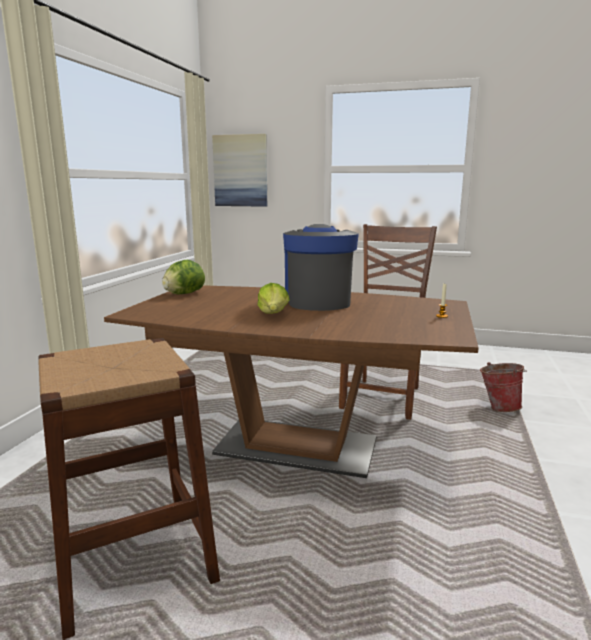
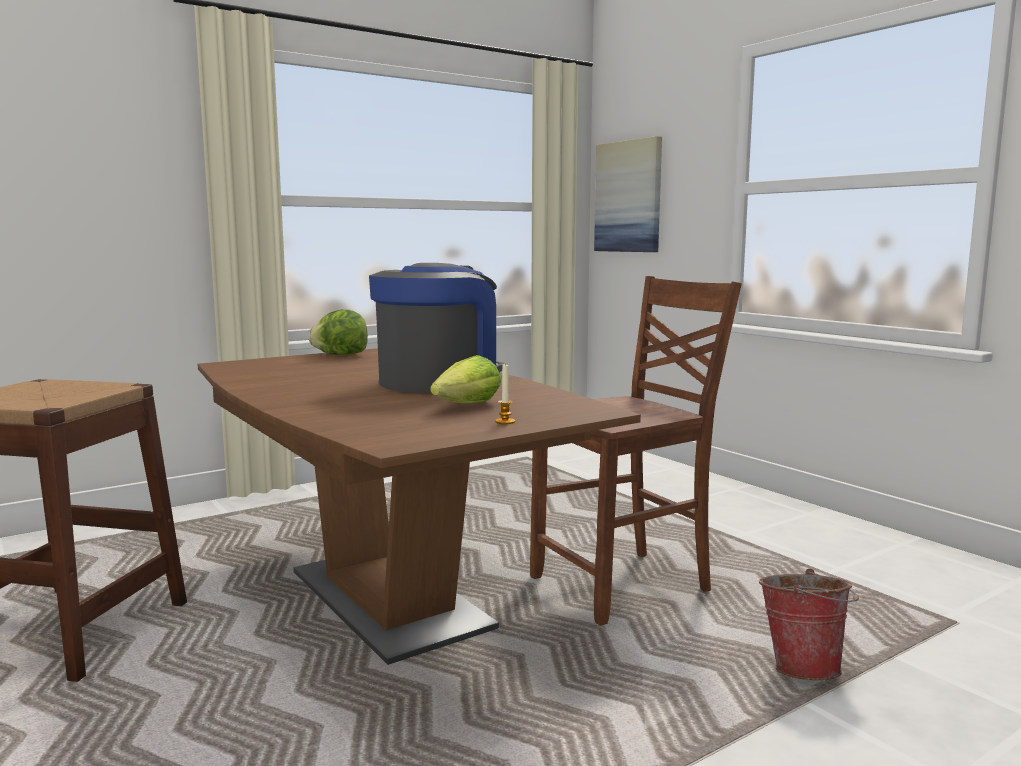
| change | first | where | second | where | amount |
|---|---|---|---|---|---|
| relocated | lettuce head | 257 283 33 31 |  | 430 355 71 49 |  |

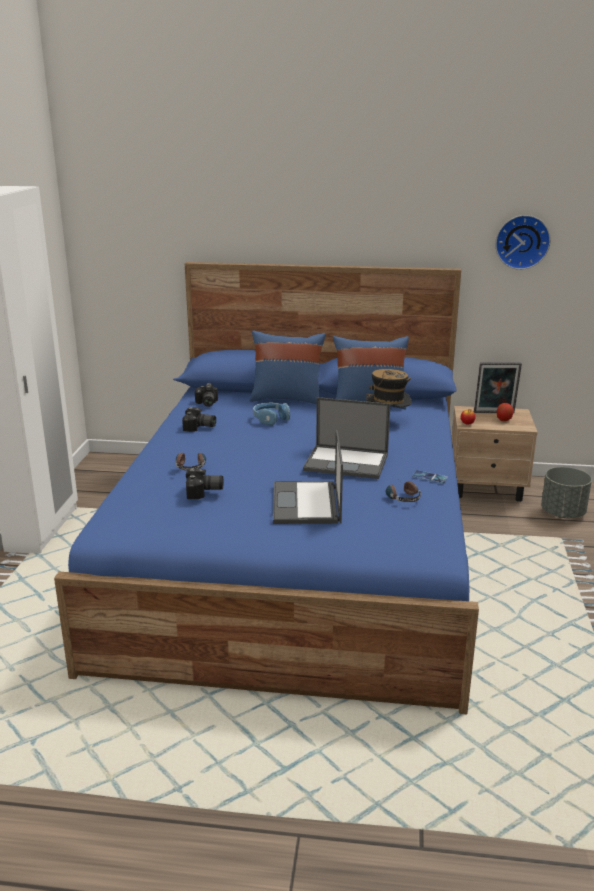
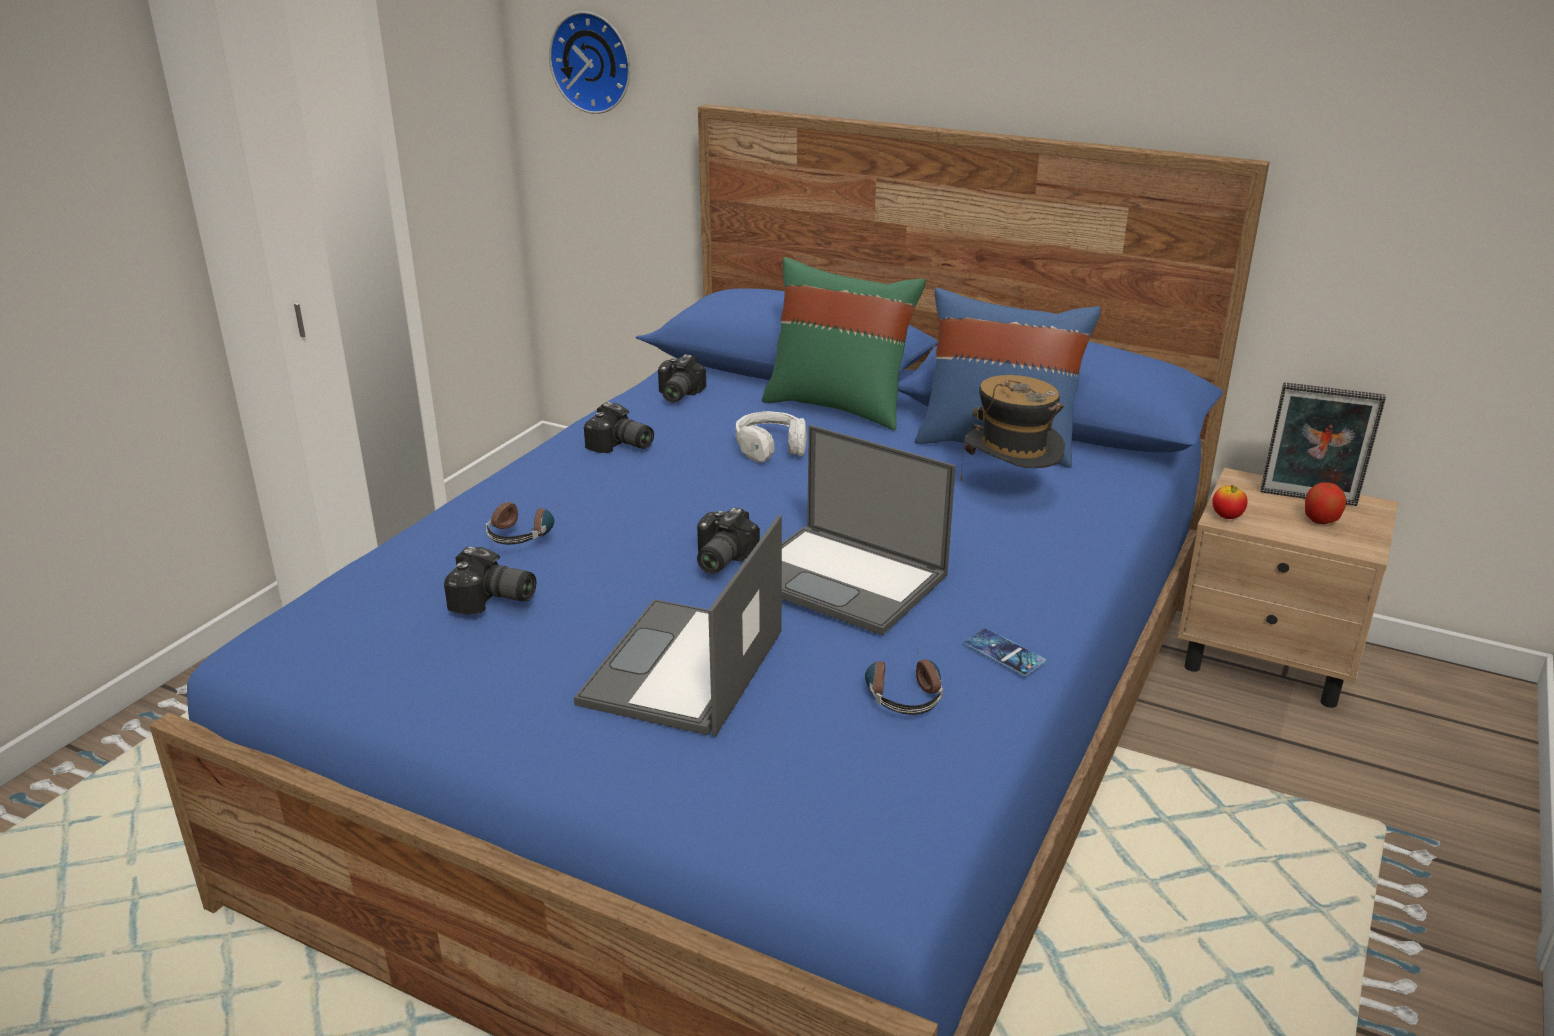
| change | first | where | second | where | amount |
|---|---|---|---|---|---|
| relocated | hanging clock | 495 215 56 55 |  | 549 11 81 103 |  |
| colour | cushion (blue-coloured) | 249 330 76 74 | cushion (green-coloured) | 762 257 164 173 |  |
| colour | headphones (blue-coloured) | 253 403 37 22 | headphones (white-coloured) | 736 411 71 52 |  |
| missing | flower pot (greyish) | 541 467 51 51 |  |  |  |
| appeared |  |  | photo camera | 697 507 63 67 |  |

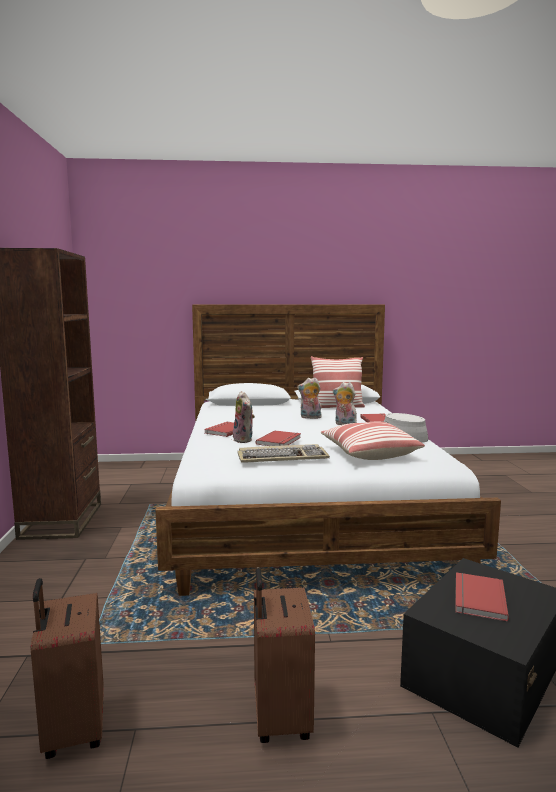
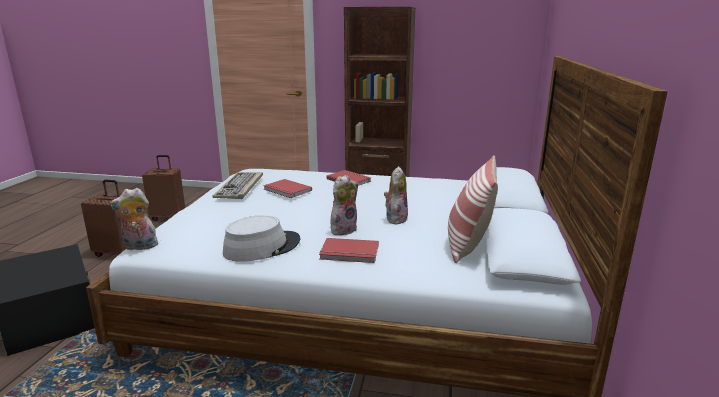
| change | first | where | second | where | amount |
|---|---|---|---|---|---|
| relocated | cuddly toy | 233 391 22 52 |  | 110 188 48 62 |  |
| missing | cushion | 321 421 104 39 |  |  |  |
| missing | bound book (red) | 455 572 54 50 |  |  |  |

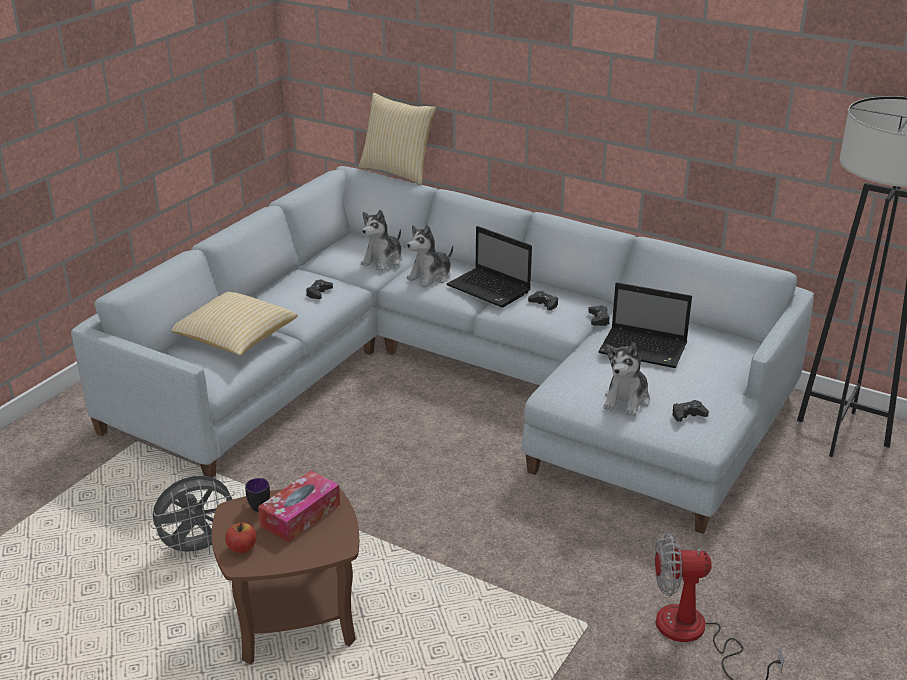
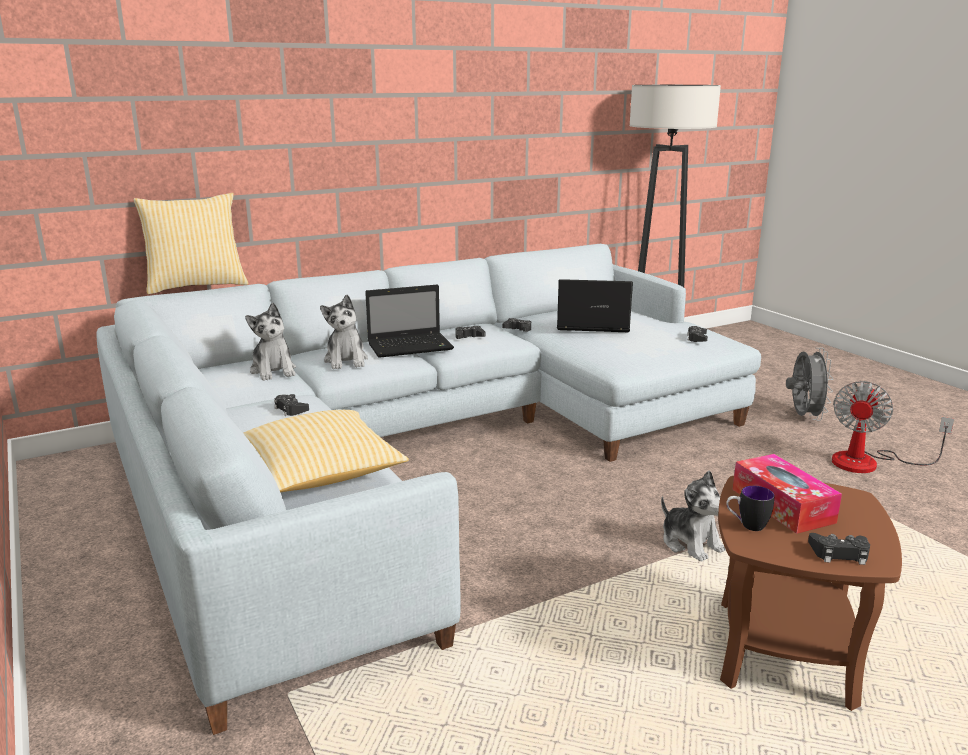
| change | first | where | second | where | amount |
|---|---|---|---|---|---|
| spun | portable computer | 598 282 94 86 |  | 557 279 76 53 | 135 degrees counterclockwise |
| relocated | cuddly toy | 603 342 47 74 |  | 661 470 65 91 |  |
| relocated | cooling fan (greyish) | 151 476 84 82 |  | 786 348 47 73 |  |
| exchanged | apple fruit | 225 523 31 30 | game controller (blackish) | 808 533 62 32 |  |

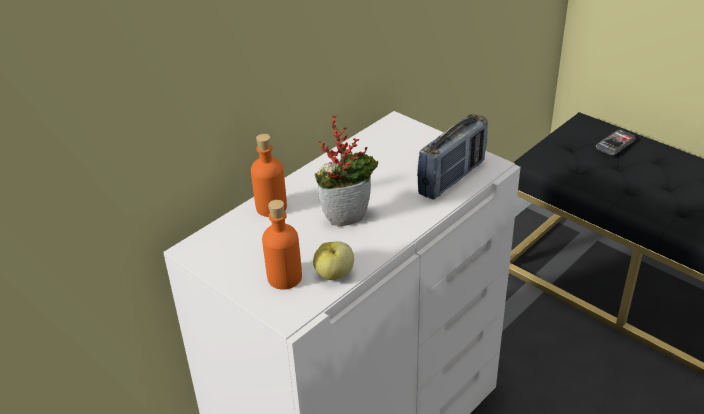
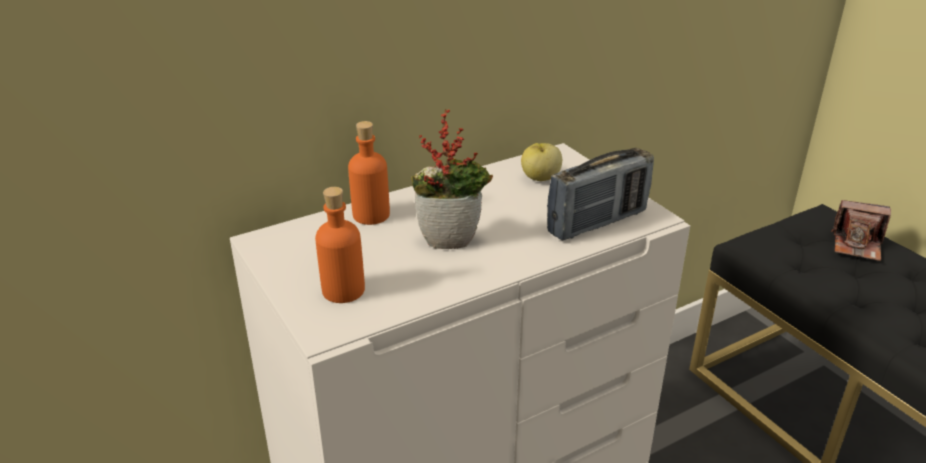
| change | first | where | second | where | amount |
|---|---|---|---|---|---|
| exchanged | handset | 596 130 40 25 | photo camera | 831 200 60 61 |  |
| relocated | apple fruit | 313 241 41 39 |  | 521 143 41 38 |  |

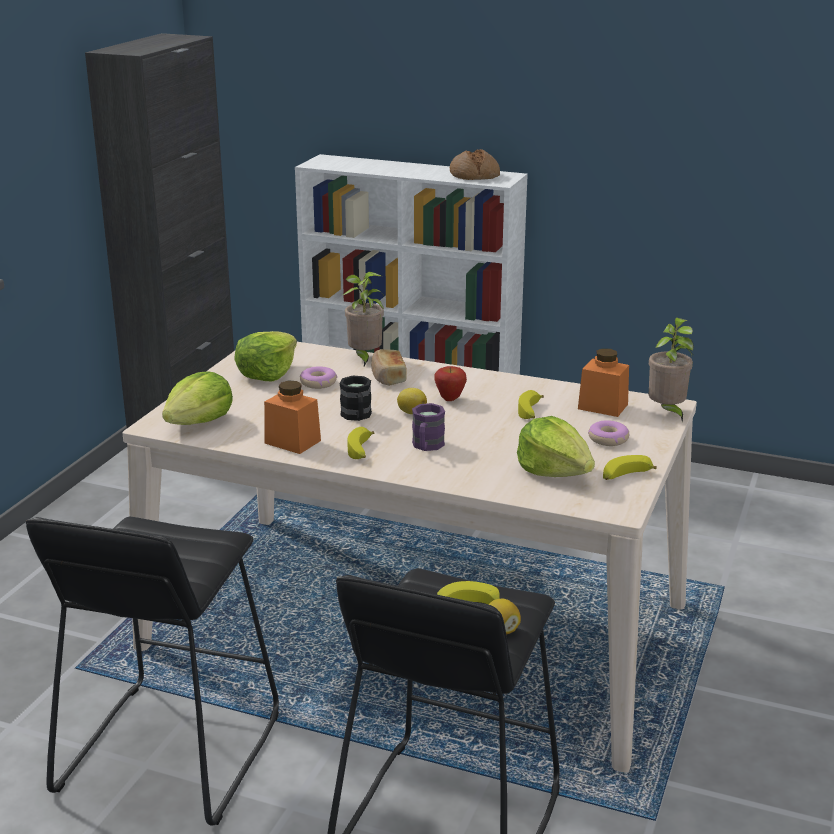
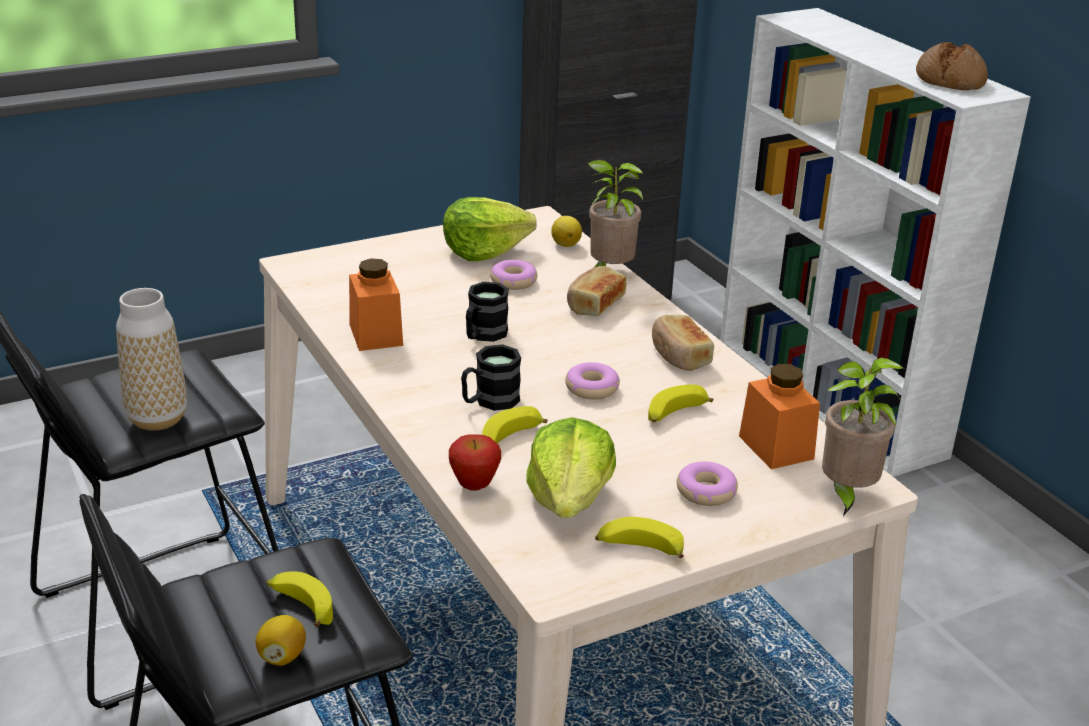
| change | first | where | second | where | amount |
|---|---|---|---|---|---|
| relocated | apple fruit | 434 366 33 35 |  | 449 434 52 57 |  |
| missing | lettuce head | 162 371 71 54 |  |  |  |
| relocated | citrus fruit | 397 388 30 26 |  | 551 216 31 31 |  |
| colour | tea mug (purple) | 412 403 33 48 | tea mug (blackish) | 461 344 60 67 |  |
| relocated | banana | 347 427 27 32 |  | 482 406 66 38 |  |
| appeared |  |  | vase | 116 288 71 143 |  |
| appeared |  |  | bakery bread | 652 315 62 56 |  |
| appeared |  |  | doughnut | 565 362 55 37 |  |

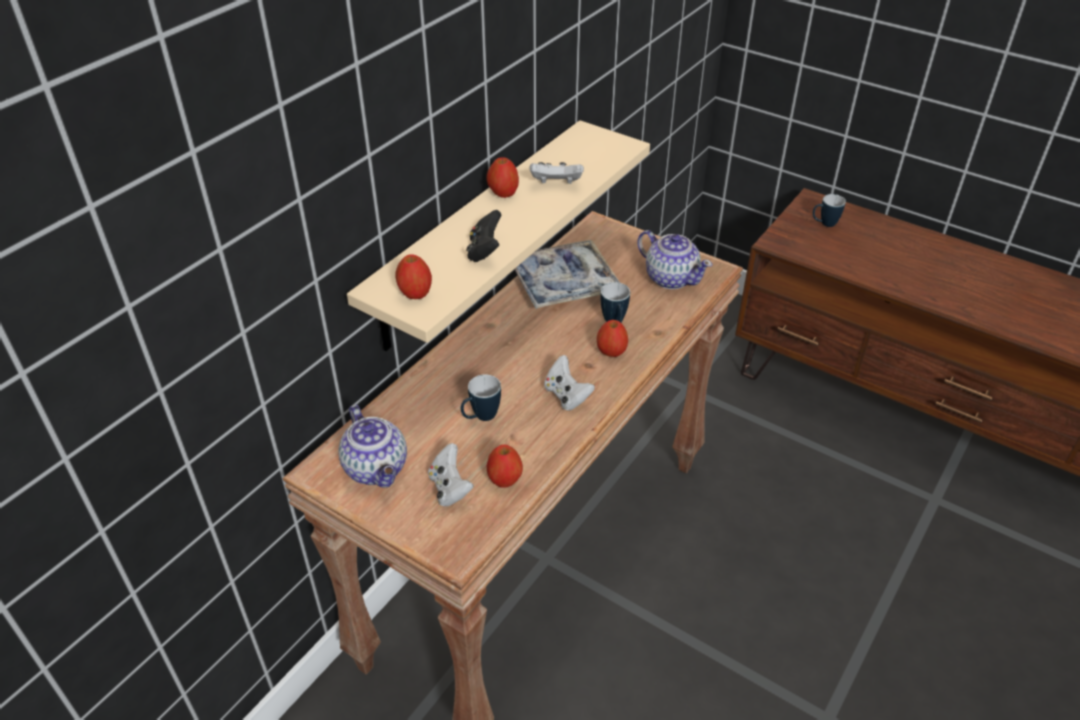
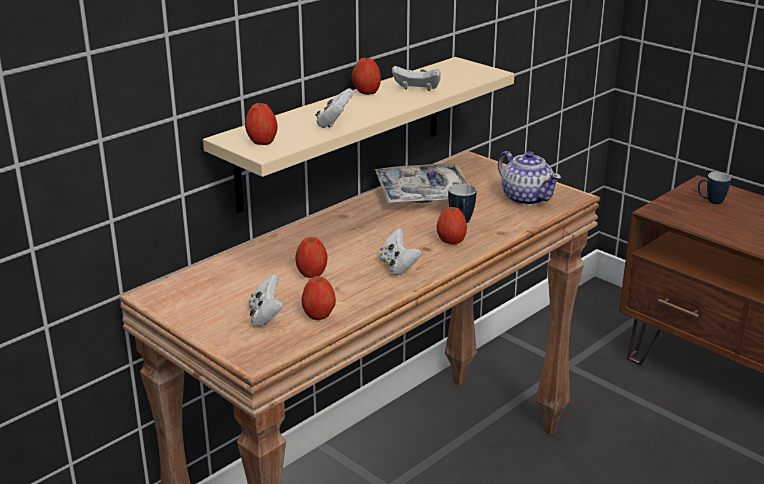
| change | first | where | second | where | amount |
|---|---|---|---|---|---|
| colour | game controller (blackish) | 466 210 36 52 | game controller (white-coloured) | 315 88 39 40 |  |
| exchanged | tea mug | 461 374 40 47 | apple fruit | 295 237 33 41 |  |
| missing | tea pot | 338 404 69 84 |  |  |  |

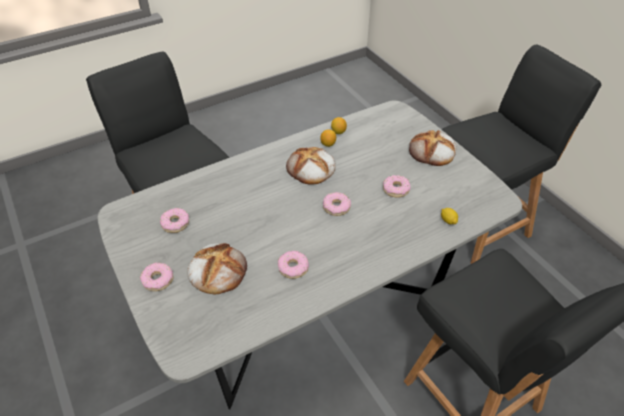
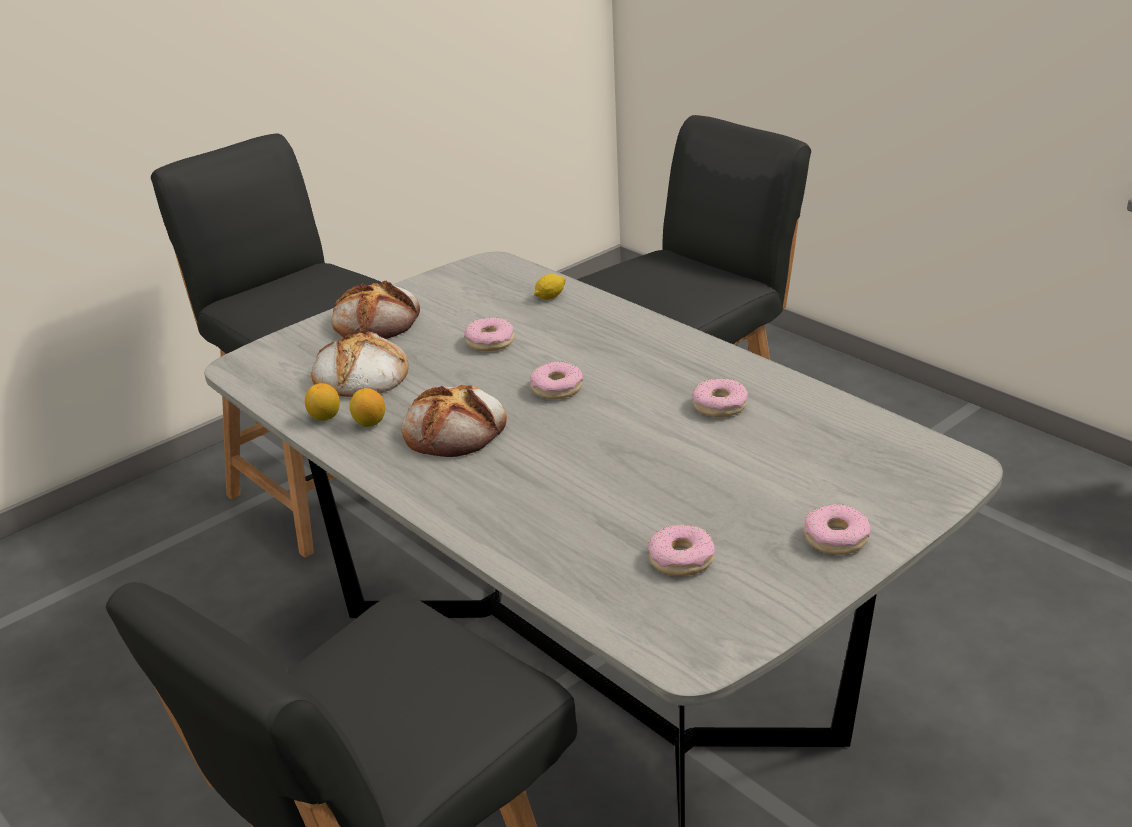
| change | first | where | second | where | amount |
|---|---|---|---|---|---|
| relocated | bakery bread | 187 243 60 52 |  | 311 332 98 65 |  |

